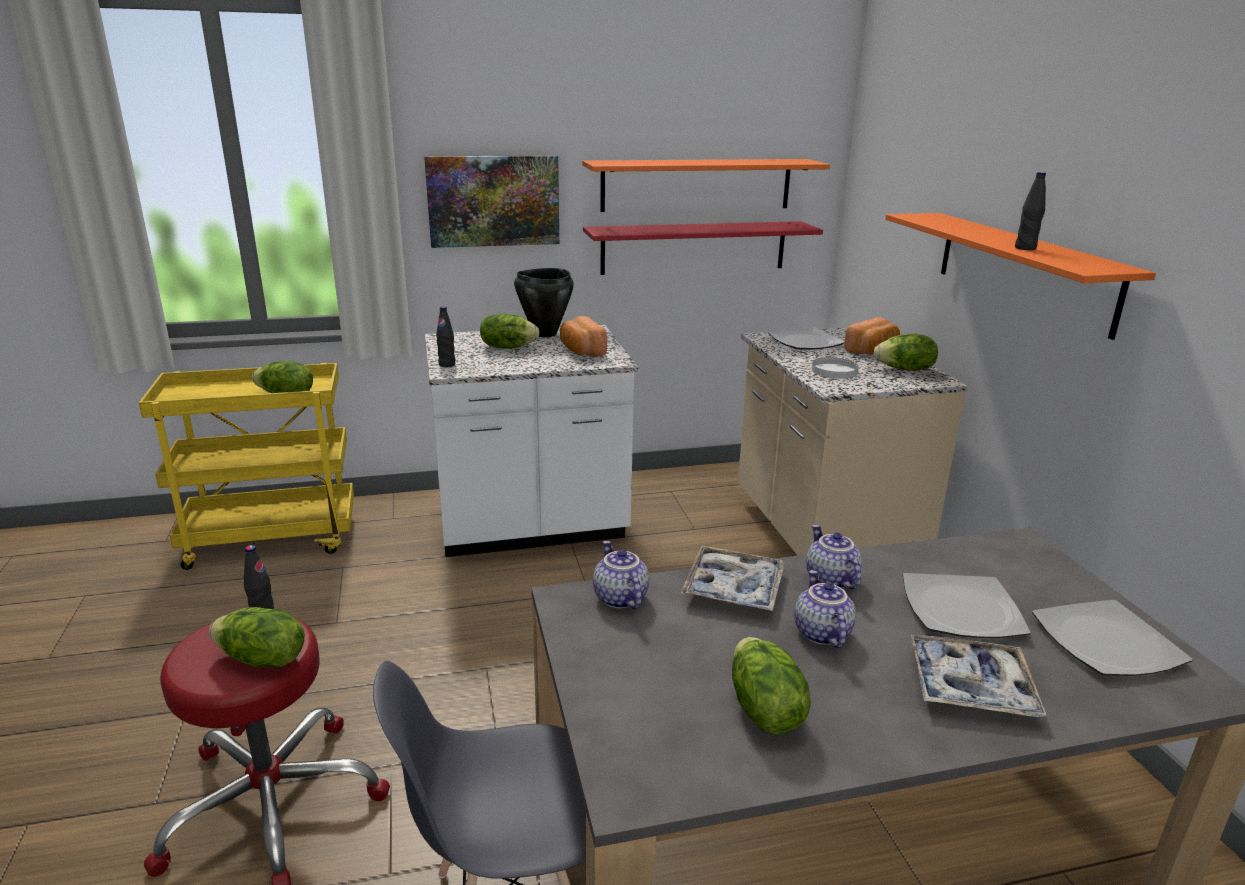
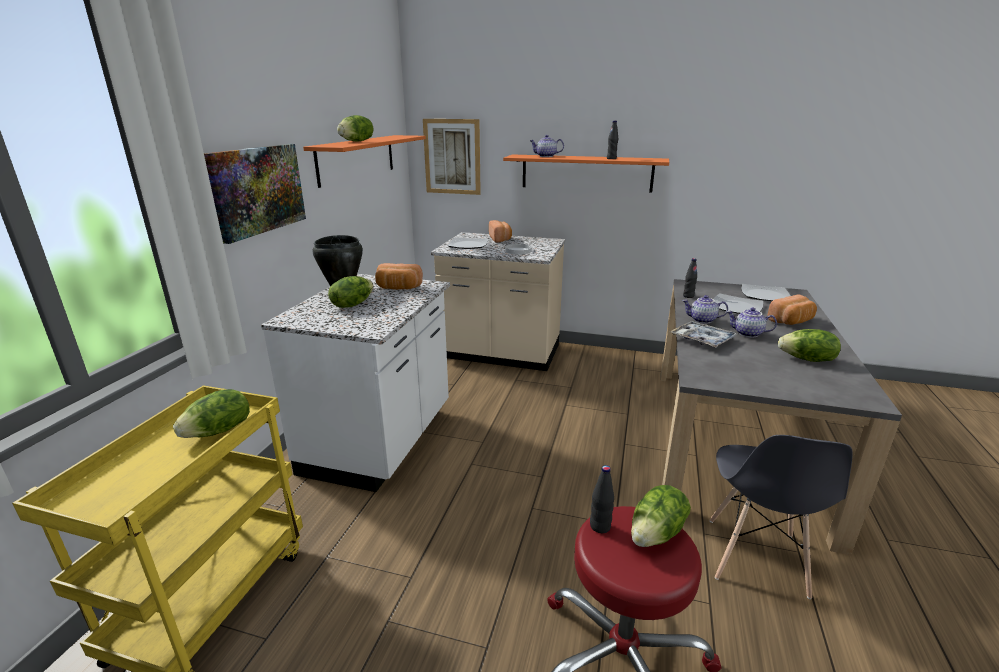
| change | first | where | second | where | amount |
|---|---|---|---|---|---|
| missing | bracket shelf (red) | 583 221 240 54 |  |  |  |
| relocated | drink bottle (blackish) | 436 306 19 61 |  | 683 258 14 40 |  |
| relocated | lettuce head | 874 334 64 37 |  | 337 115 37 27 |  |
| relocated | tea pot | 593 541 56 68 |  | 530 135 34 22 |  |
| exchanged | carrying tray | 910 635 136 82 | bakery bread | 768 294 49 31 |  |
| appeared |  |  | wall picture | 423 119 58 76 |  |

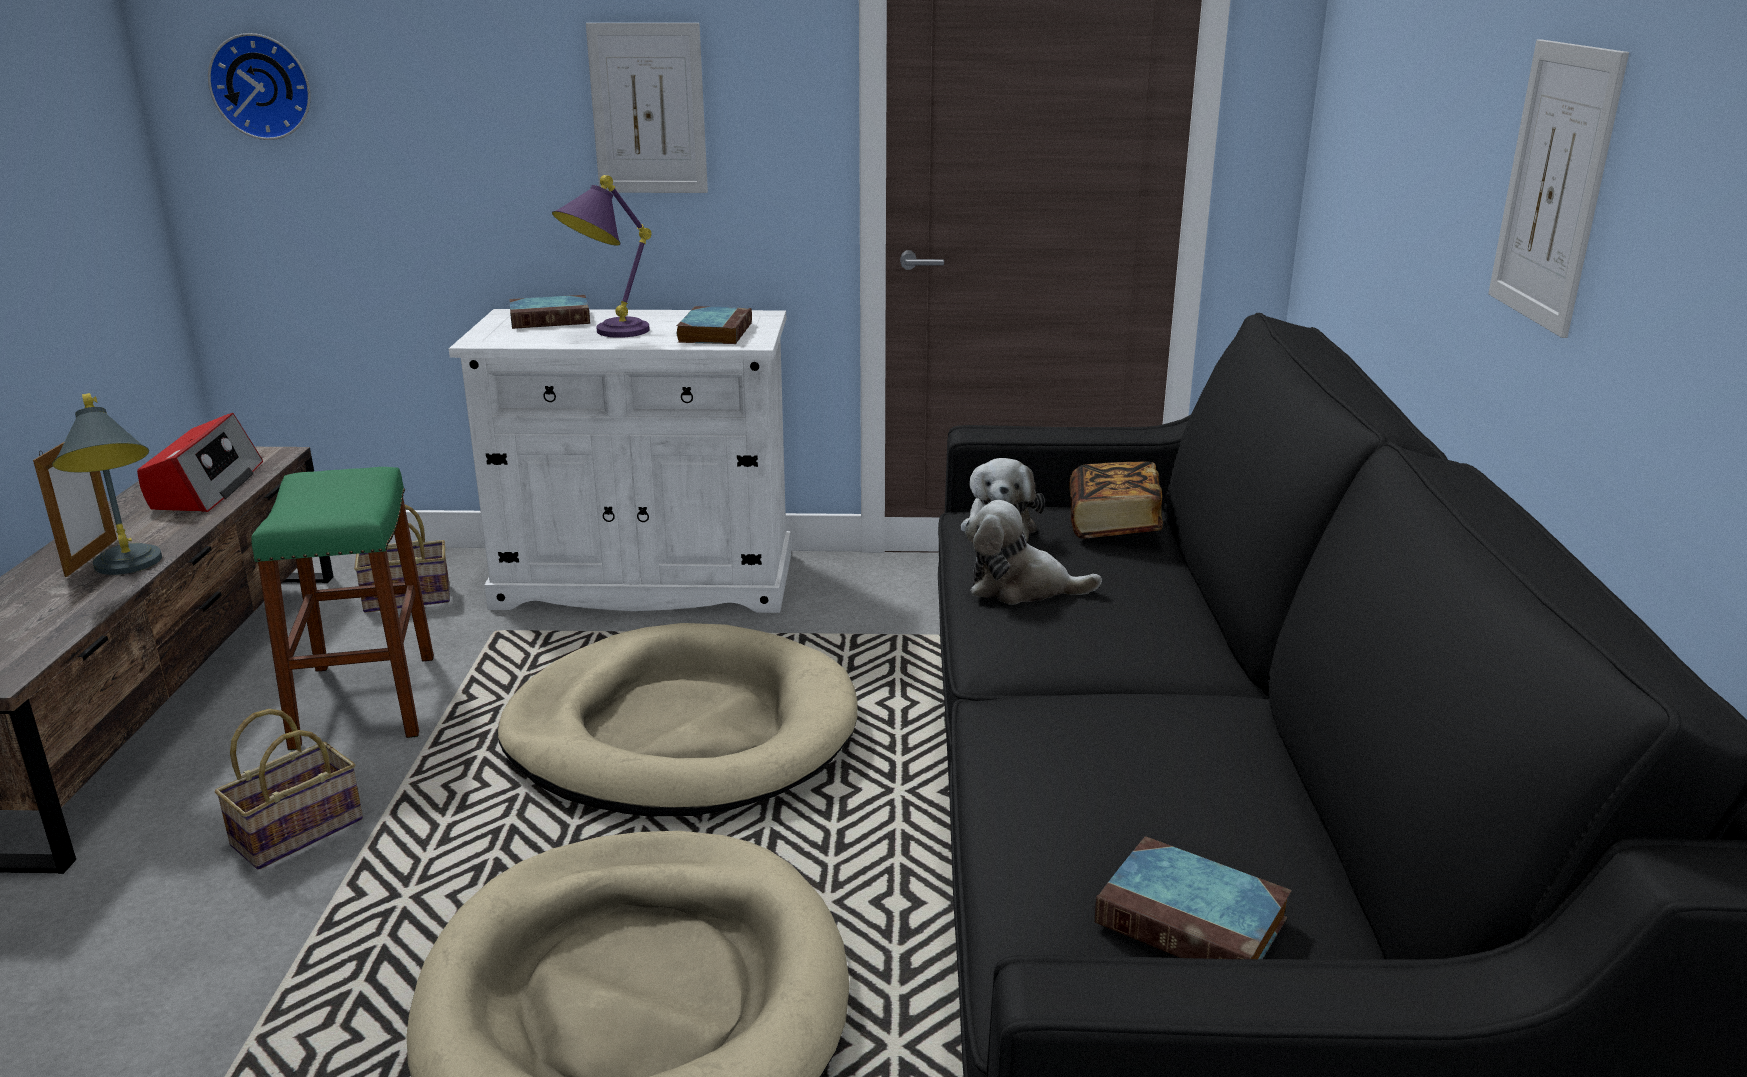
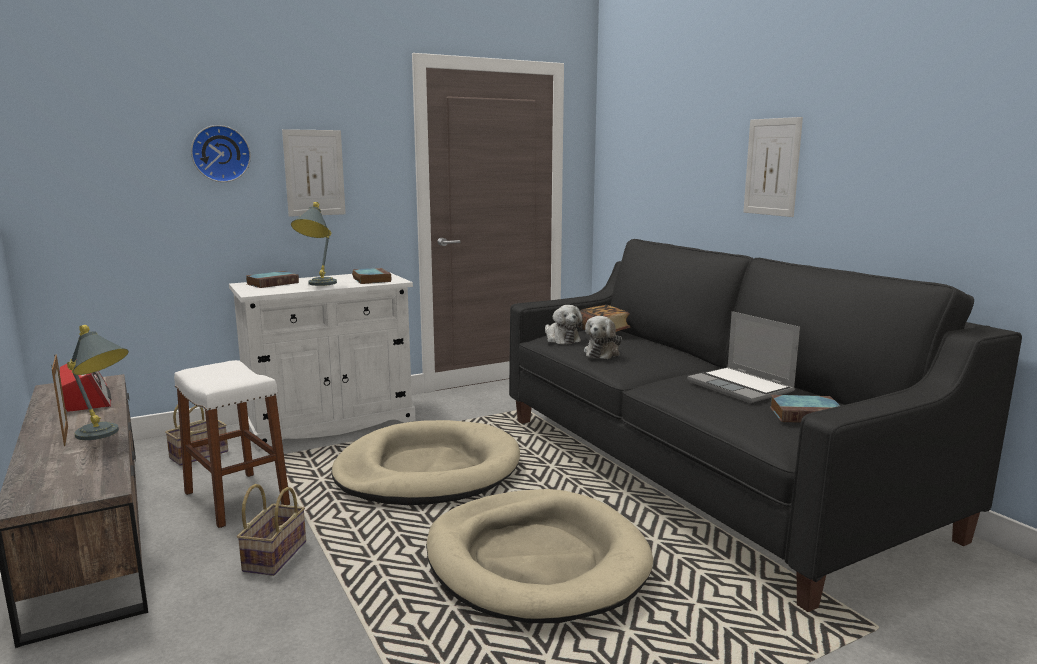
| change | first | where | second | where | amount |
|---|---|---|---|---|---|
| relocated | hanging clock | 208 33 103 107 |  | 191 125 60 57 |  |
| colour | tabletop lamp (purple) | 552 175 99 163 | tabletop lamp (greyish) | 291 202 46 84 |  |
| colour | stool (green-coloured) | 251 467 183 283 | stool (white-coloured) | 174 360 116 168 |  |
| spun | cuddly toy | 965 500 137 105 |  | 584 316 38 43 | 45 degrees counterclockwise |
| appeared |  |  | portable computer | 687 311 113 92 |  |

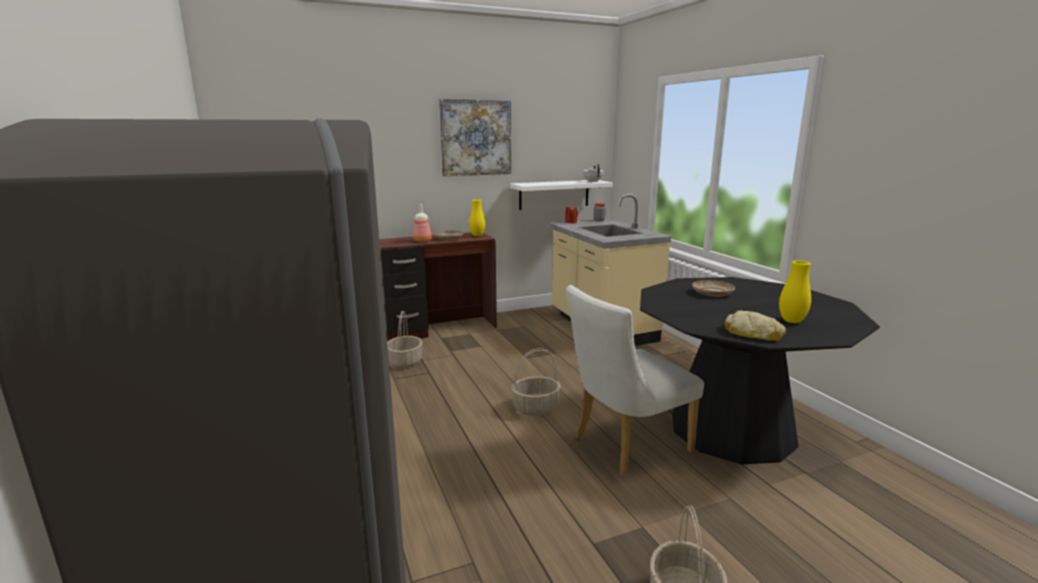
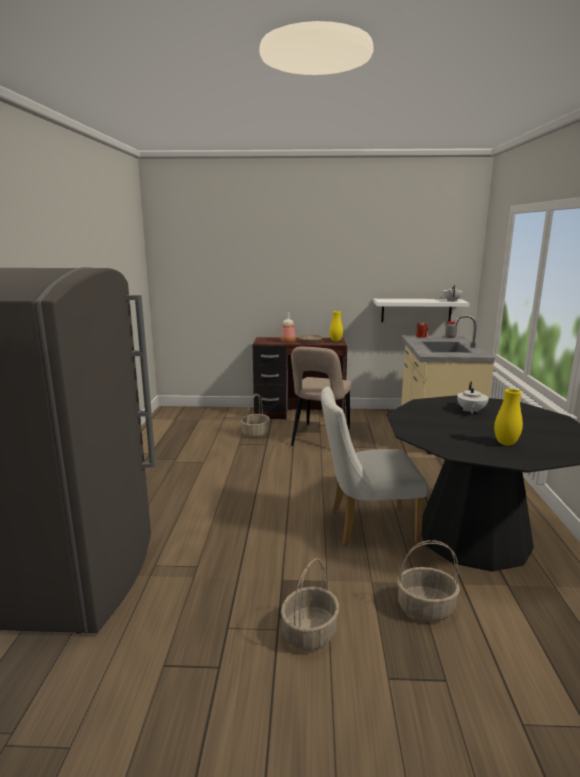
| change | first | where | second | where | amount |
|---|---|---|---|---|---|
| missing | wall picture | 439 99 72 77 |  |  |  |
| exchanged | plate (beige) | 692 280 43 16 | tea pot (white-coloured) | 457 382 32 32 |  |
| missing | bakery bread | 725 310 61 31 |  |  |  |
| relocated | basket | 512 348 49 68 |  | 397 540 63 81 |  |
| appeared |  |  | plain chair (beige) | 291 347 60 99 |  |

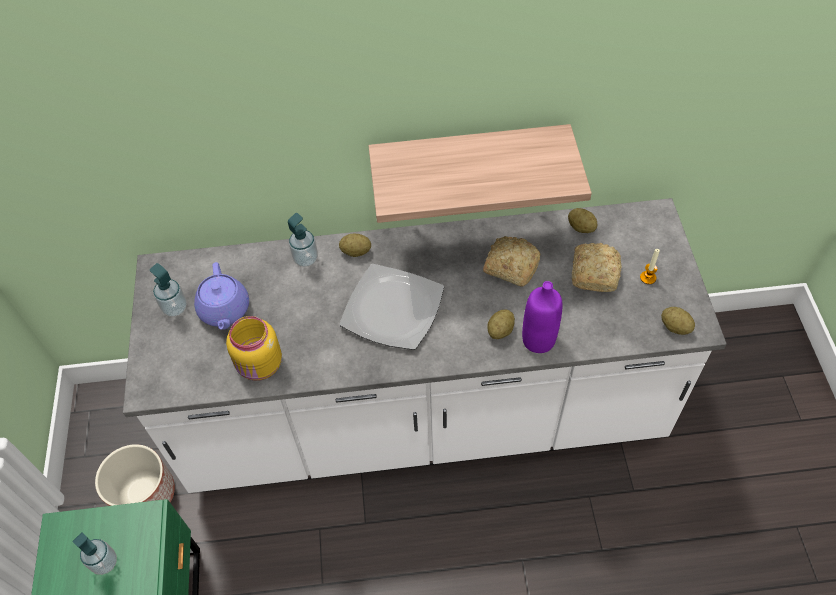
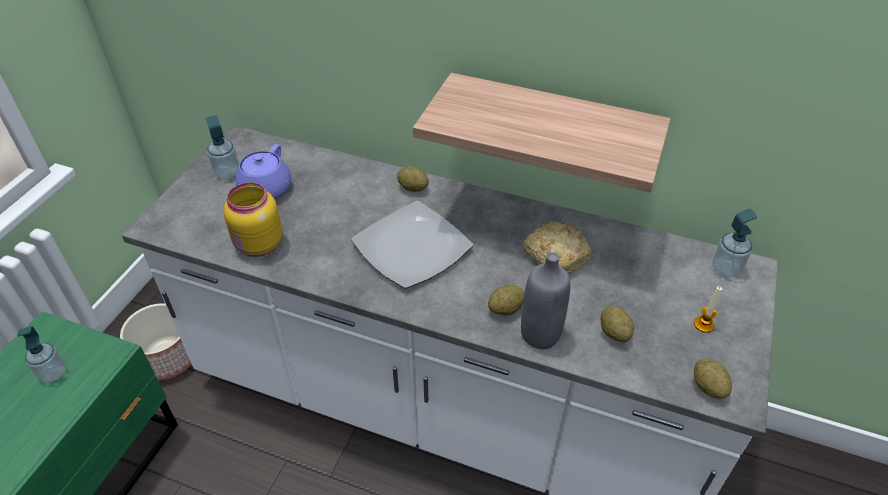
| change | first | where | second | where | amount |
|---|---|---|---|---|---|
| relocated | spud | 568 208 29 25 |  | 601 306 33 36 |  |
| relocated | soap bottle | 288 213 30 54 |  | 713 209 44 68 |  |
| missing | bakery bread | 572 243 50 49 |  |  |  |
| colour | drink bottle (purple) | 522 281 41 72 | drink bottle (greyish) | 521 252 49 97 |  |

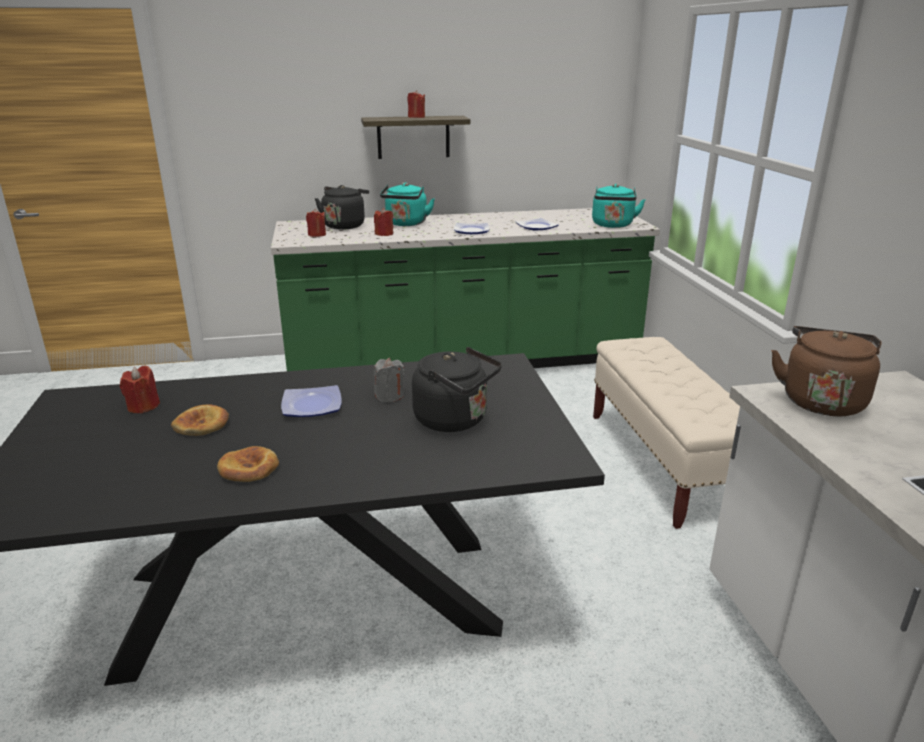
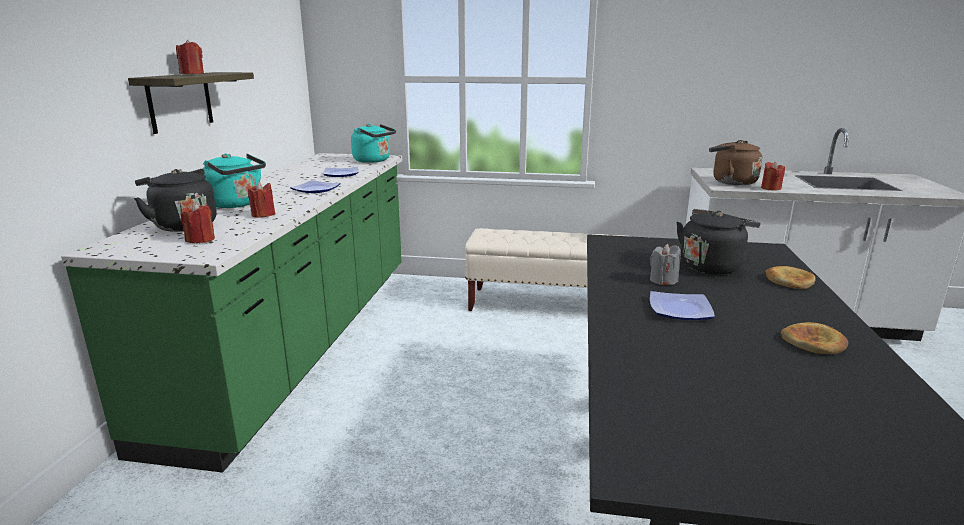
| change | first | where | second | where | amount |
|---|---|---|---|---|---|
| relocated | candle (red) | 120 365 40 48 |  | 761 161 24 30 |  |
| relocated | bakery bread | 171 404 58 32 |  | 765 266 51 23 |  |

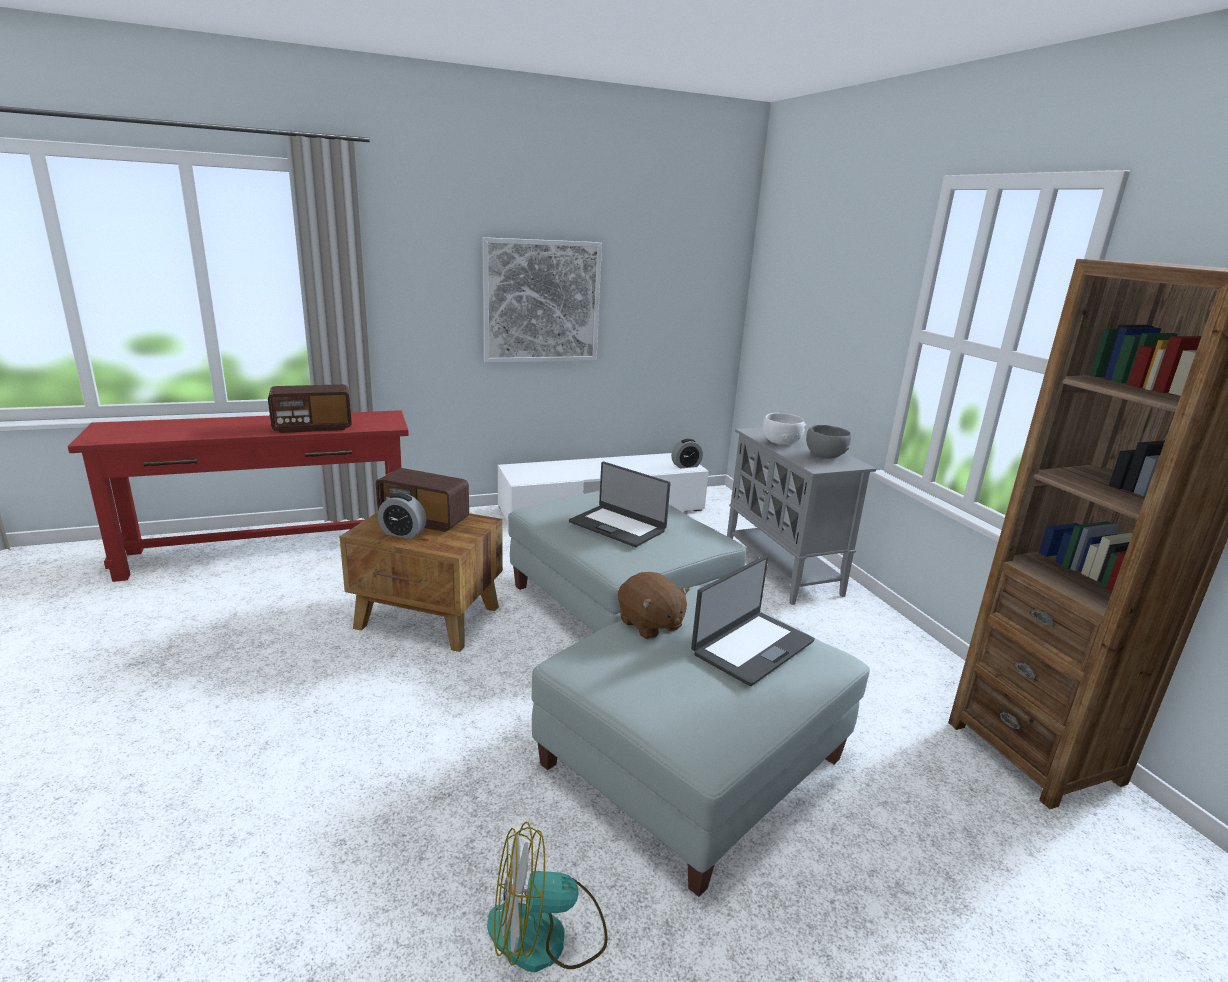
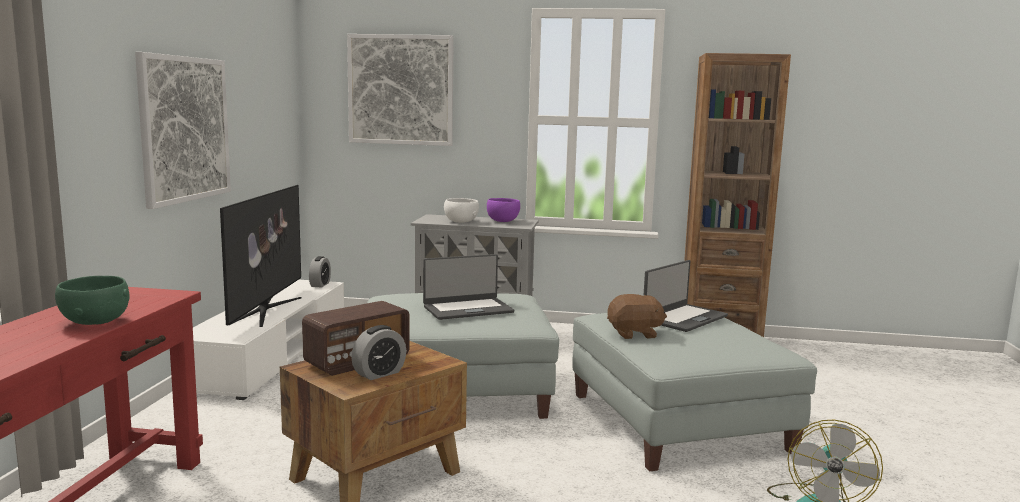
| change | first | where | second | where | amount |
|---|---|---|---|---|---|
| exchanged | radio set | 268 384 84 49 | serving bowl (green-coloured) | 55 276 75 49 |  |
| colour | serving bowl (greyish) | 806 425 45 34 | serving bowl (purple) | 487 198 33 24 |  |
| spun | portable computer | 691 556 124 130 |  | 643 260 85 72 | 60 degrees clockwise |
| appeared |  |  | wall picture | 347 34 107 112 |  |
| appeared |  |  | television | 220 185 82 142 |  |

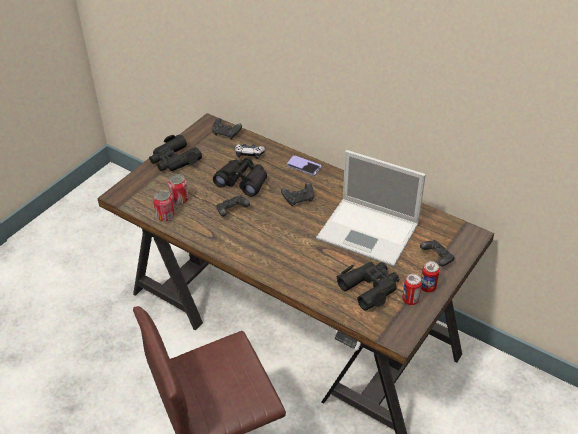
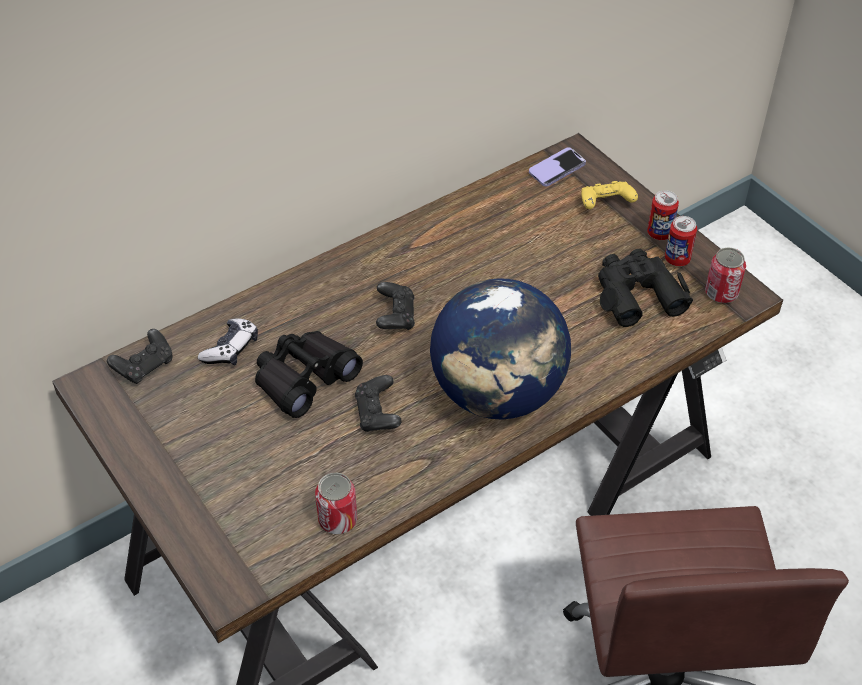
| change | first | where | second | where | amount |
|---|---|---|---|---|---|
| missing | field glasses (blackish) | 149 134 53 37 |  |  |  |
| missing | portable computer | 316 150 110 117 |  |  |  |
| relocated | handset | 287 156 34 20 |  | 529 147 57 39 |  |
| relocated | sealed can | 168 174 21 31 |  | 705 248 41 55 |  |
| colour | game controller (blackish) | 420 240 35 26 | game controller (yellowish) | 581 181 57 28 |  |
| appeared |  |  | world globe | 430 278 141 142 |  |

